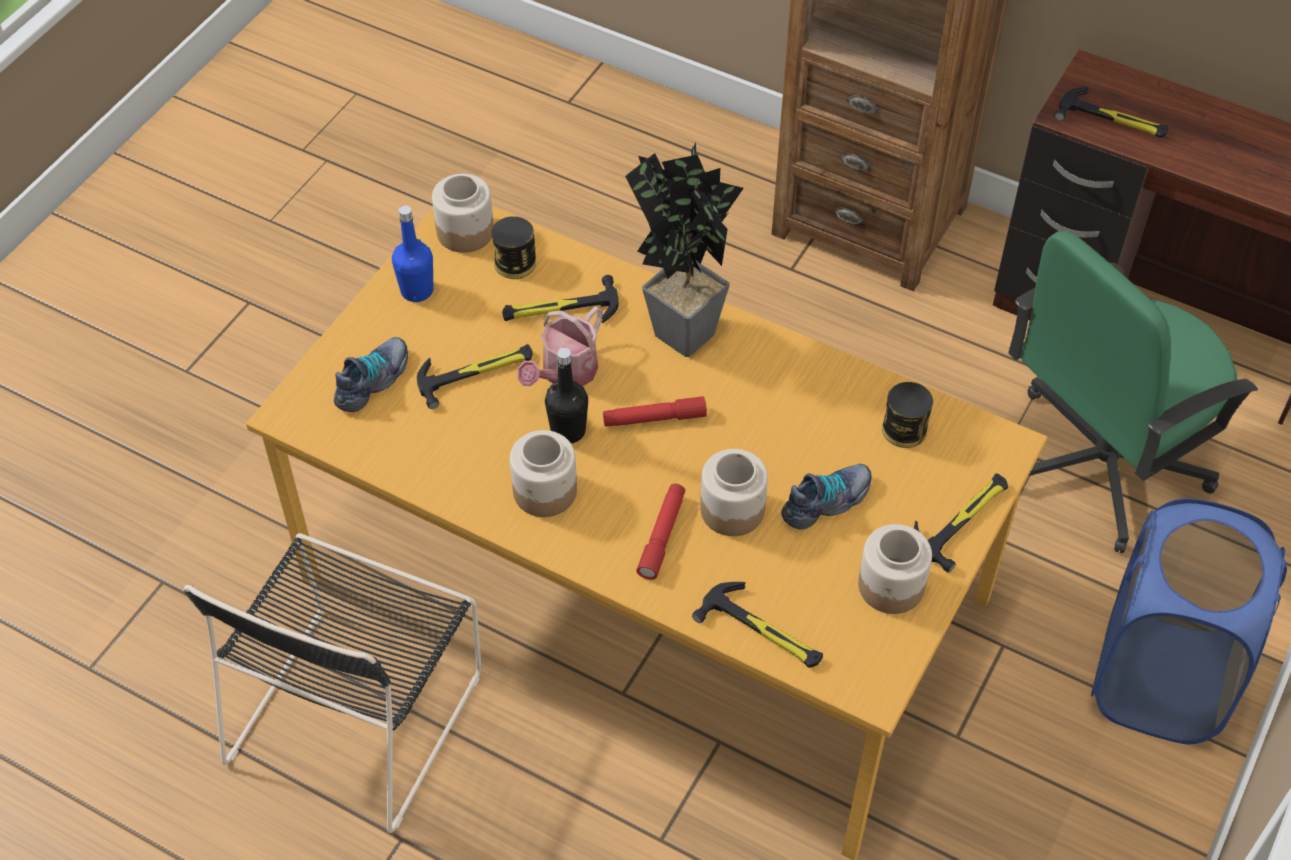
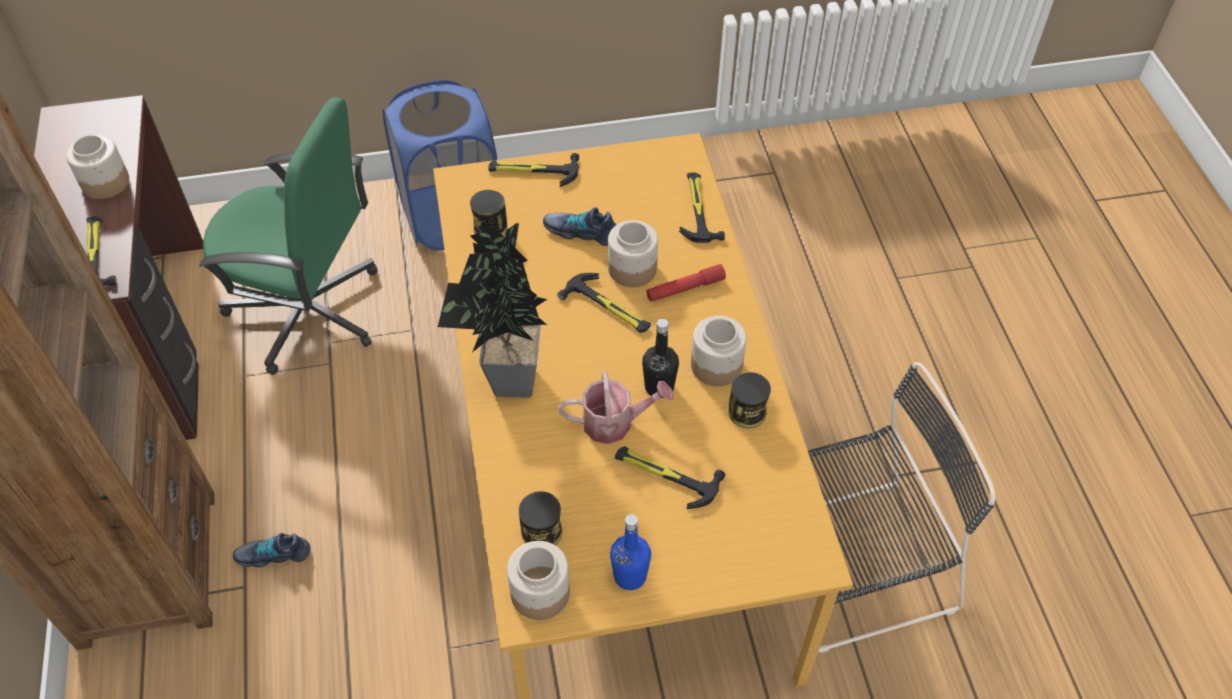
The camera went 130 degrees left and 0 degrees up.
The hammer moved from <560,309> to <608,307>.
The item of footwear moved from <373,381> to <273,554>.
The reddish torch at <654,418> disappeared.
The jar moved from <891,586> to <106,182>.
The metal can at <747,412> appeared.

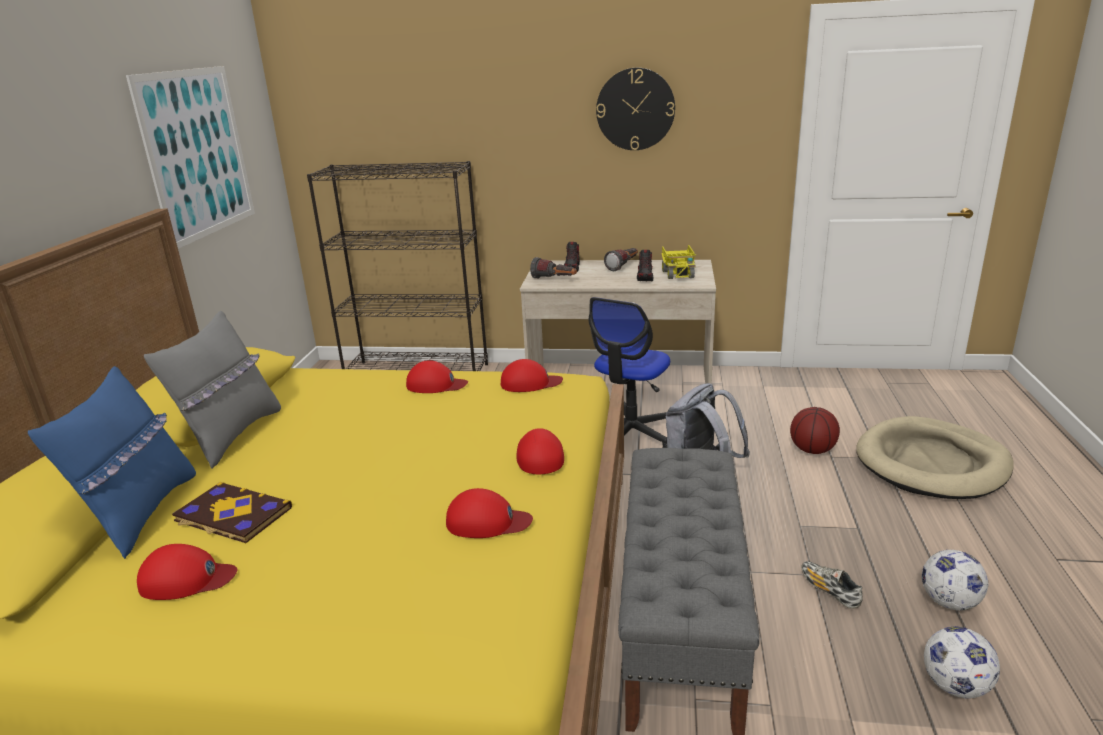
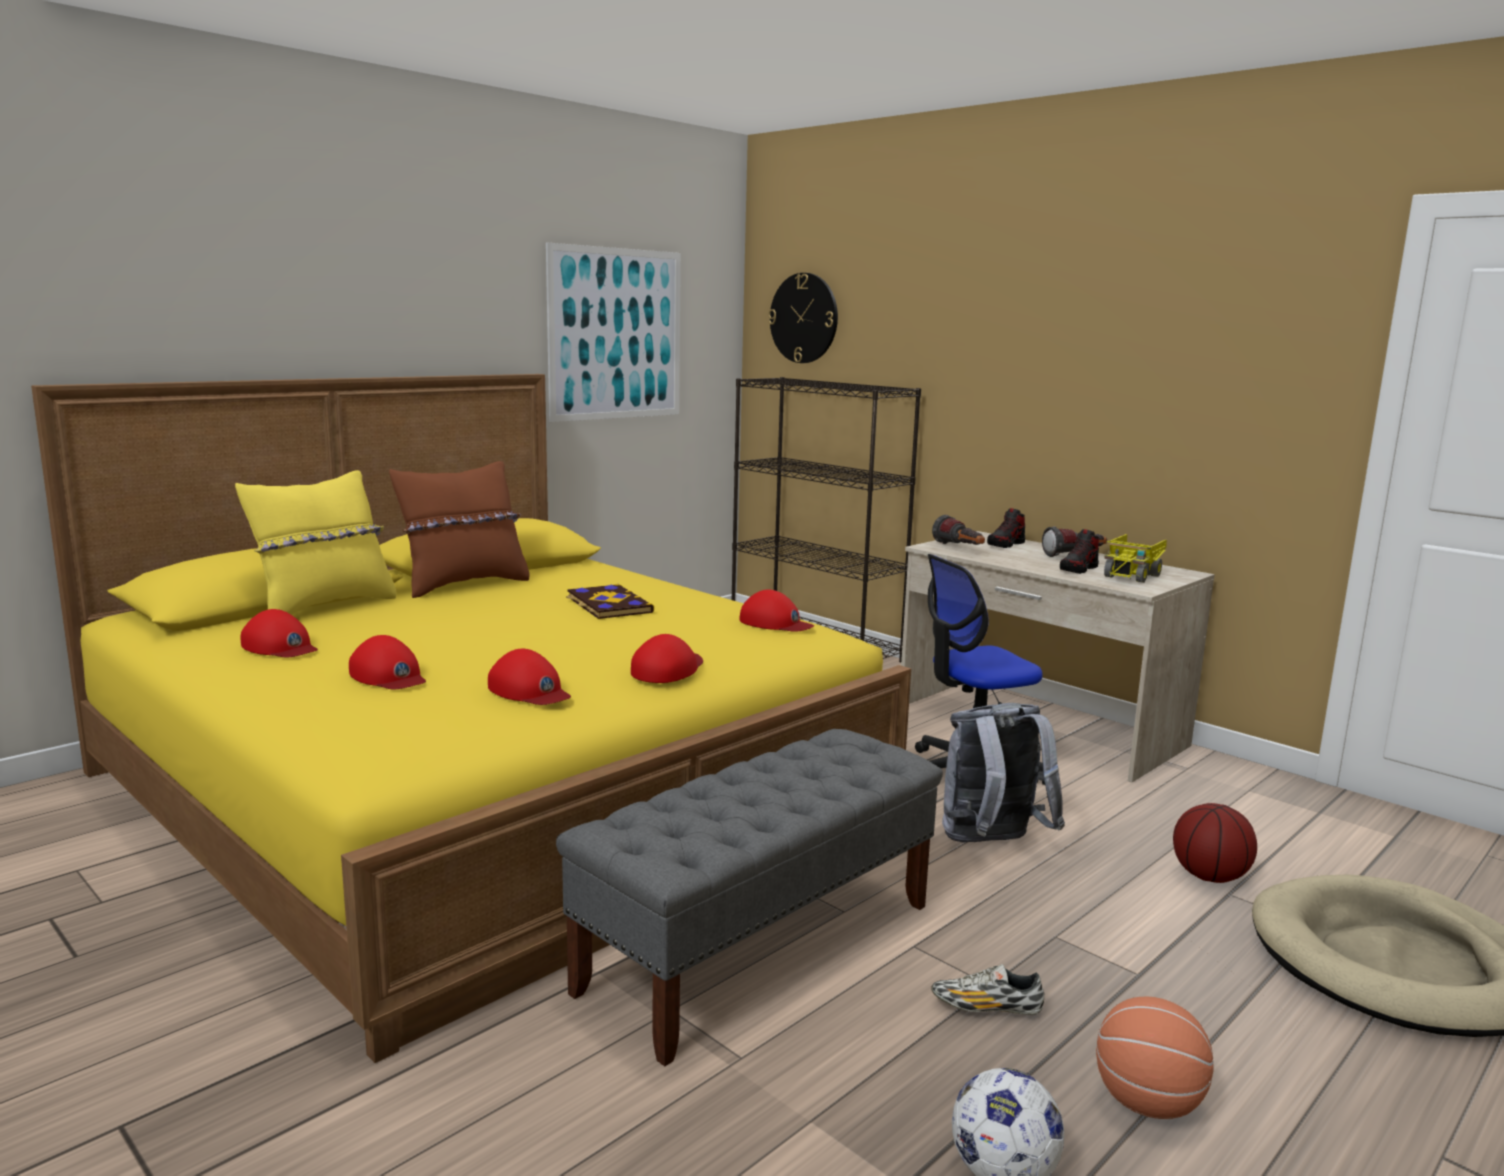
The camera went 35 degrees right and 10 degrees down.
The hanging clock moved from <635,109> to <804,318>.
The gray cushion at <232,436> became the brownish cushion at <464,585>.
The reddish cap moved from <436,385> to <389,676>.
The bluish cushion at <141,513> became the yellowish cushion at <324,607>.
The bound book moved from <232,515> to <608,605>.
The football at <949,602> was replaced by the ball for basketball at <1148,1103>.
The item of footwear at <829,591> turned 90 degrees counterclockwise.

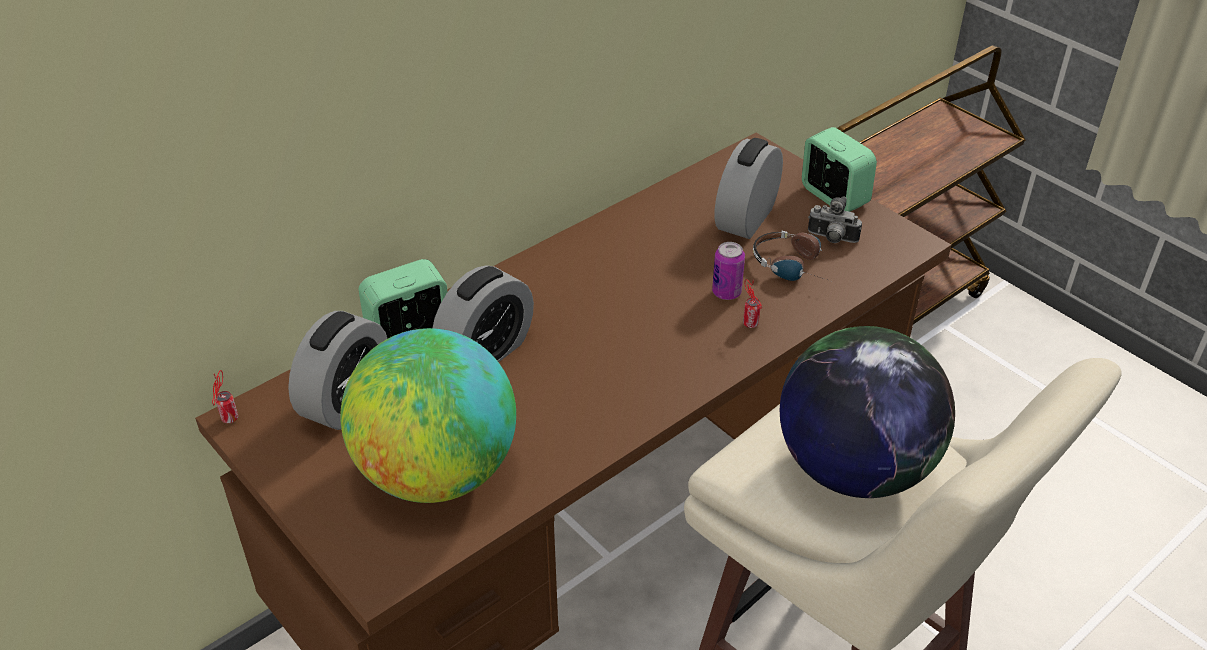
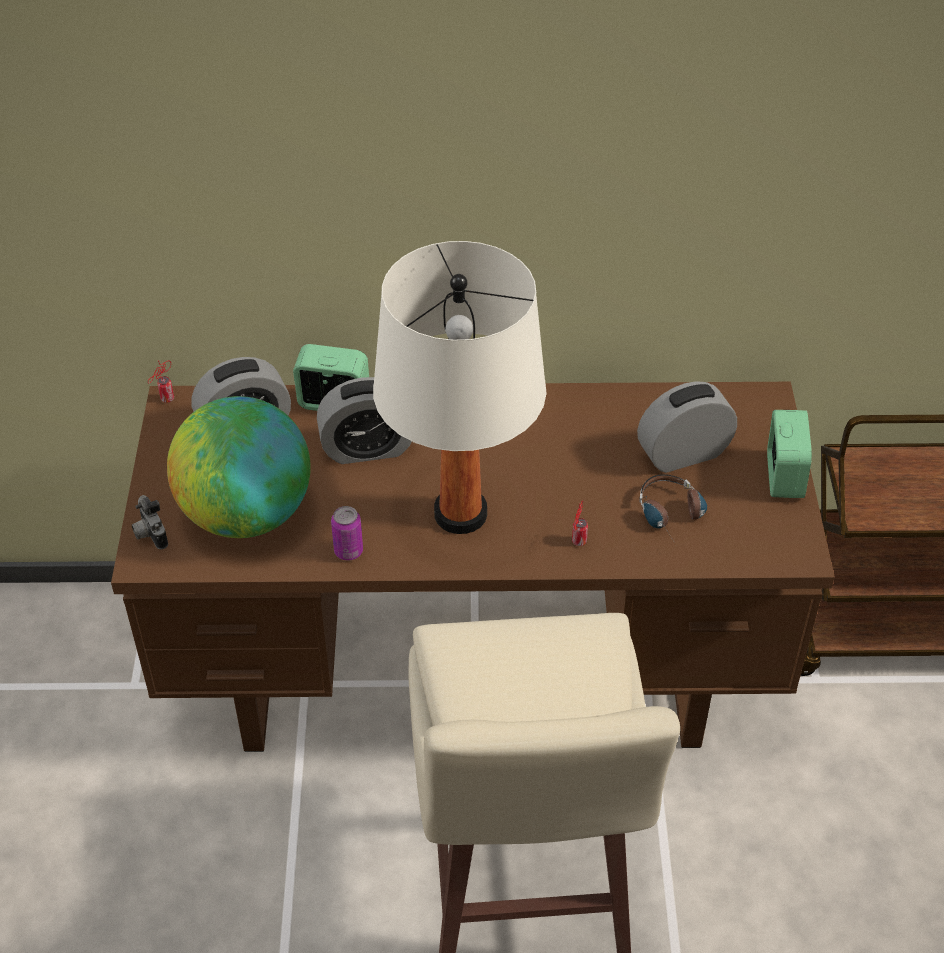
The camera went 40 degrees right and 5 degrees up.
The still camera moved from <831,239> to <149,534>.
The metal can moved from <726,292> to <348,551>.
The world globe at <853,468> disappeared.
The white tabletop lamp at <460,513> appeared.

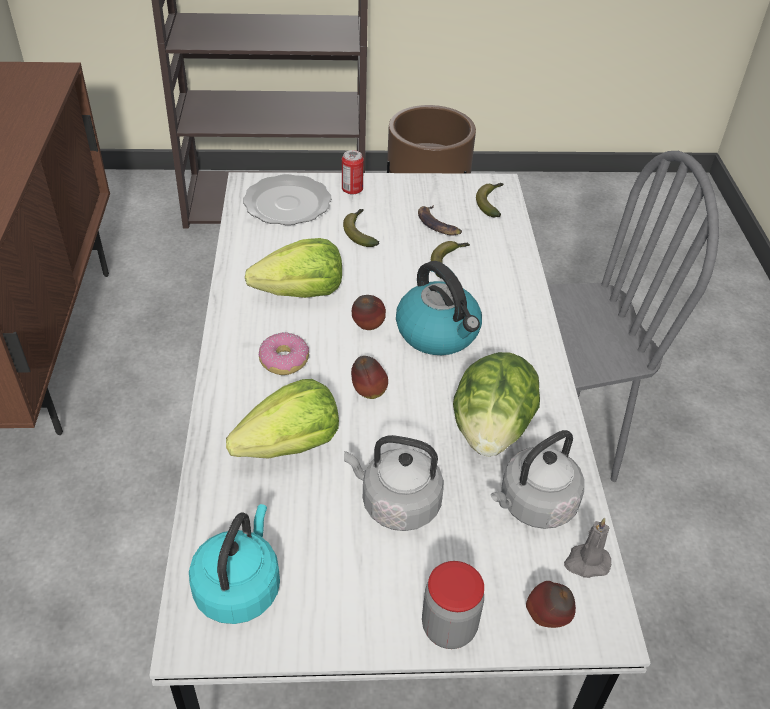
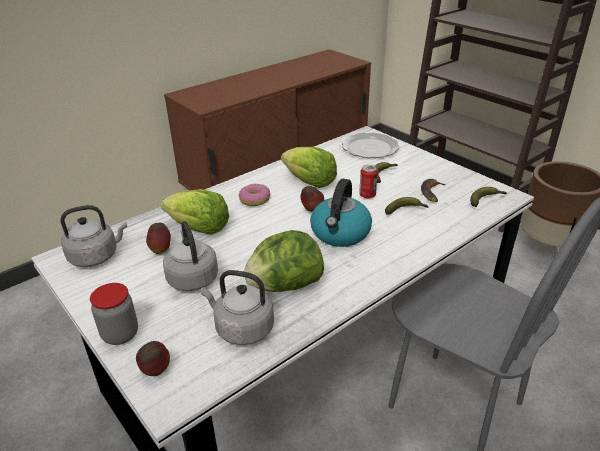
The camera went 55 degrees right and 10 degrees down.
The metal can moved from <352,190> to <367,195>.
The apple fruit moved from <368,392> to <161,250>.
The turquoise kettle at <239,587> became the gray kettle at <96,256>.
The gray wax light at <586,562> disappeared.

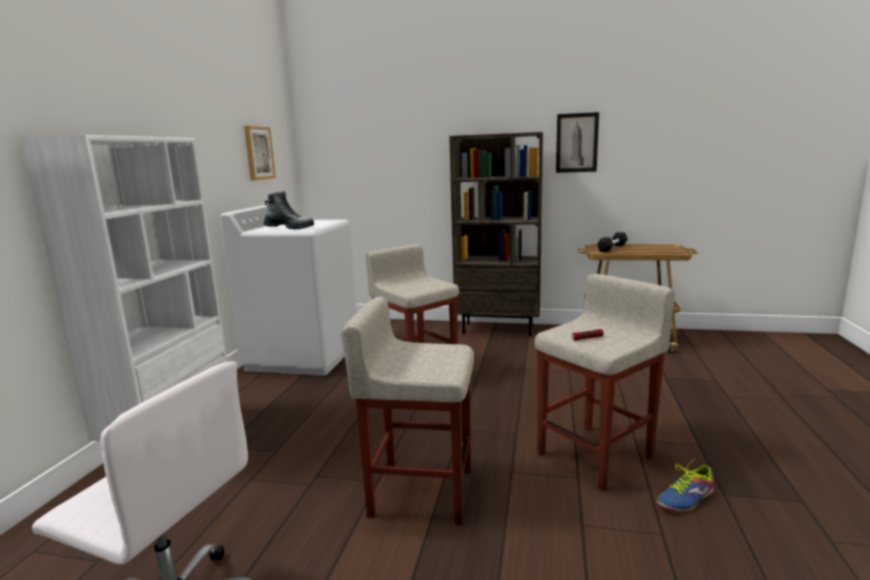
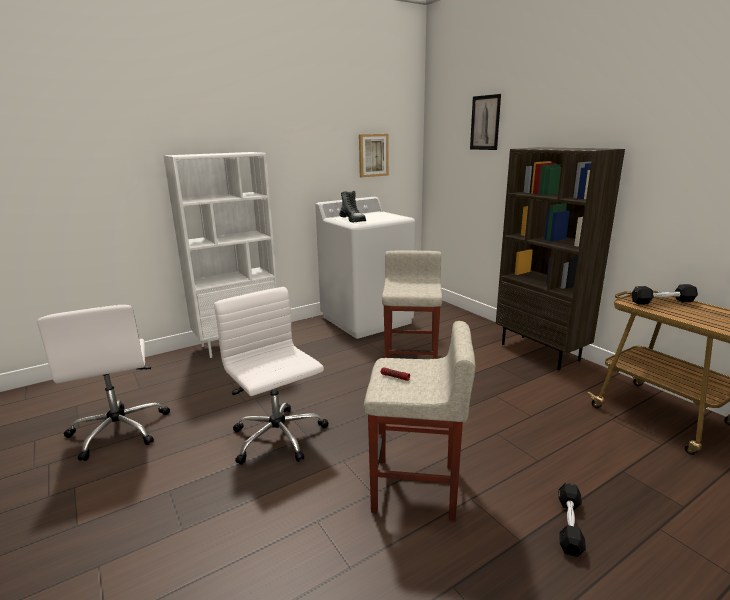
The camera went 45 degrees right and 5 degrees up.
The wall picture moved from <576,143> to <485,122>.
The beige-coloured sitting stool at <420,492> was replaced by the white desk chair at <279,438>.
The item of footwear at <686,498> disappeared.
The black free weight at <569,525> appeared.

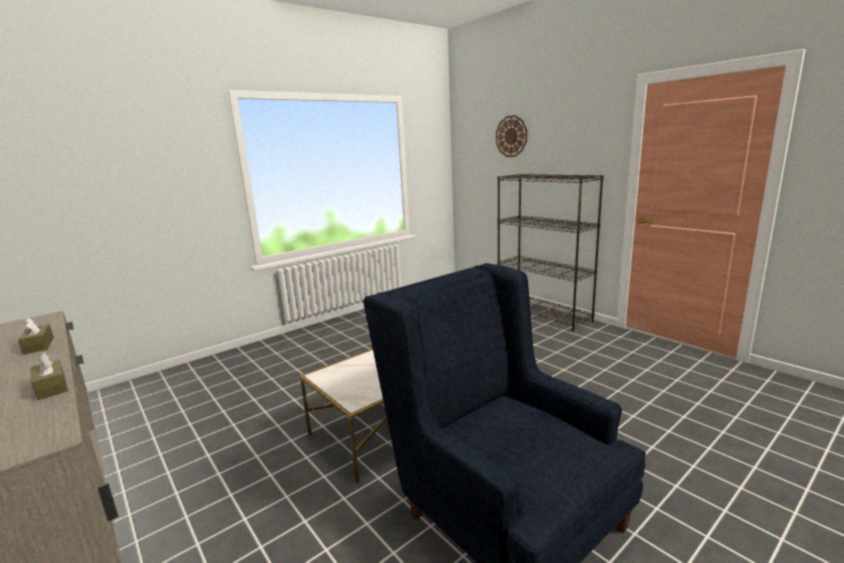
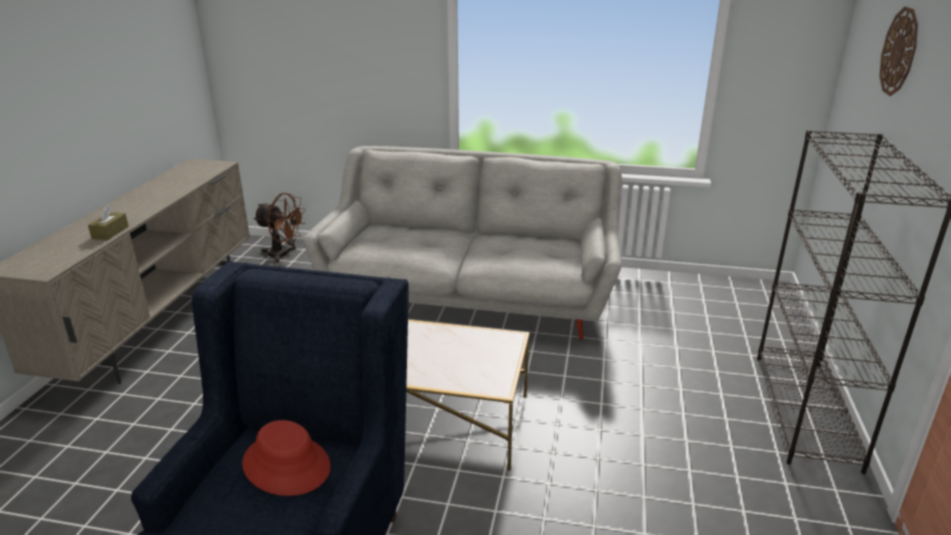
The camera went 50 degrees right and 10 degrees up.
The brownish tissue holder at <39,345> disappeared.
The gray couch at <470,298> appeared.
The brownish cooling fan at <283,255> appeared.
The reddish clothing hat at <287,465> appeared.

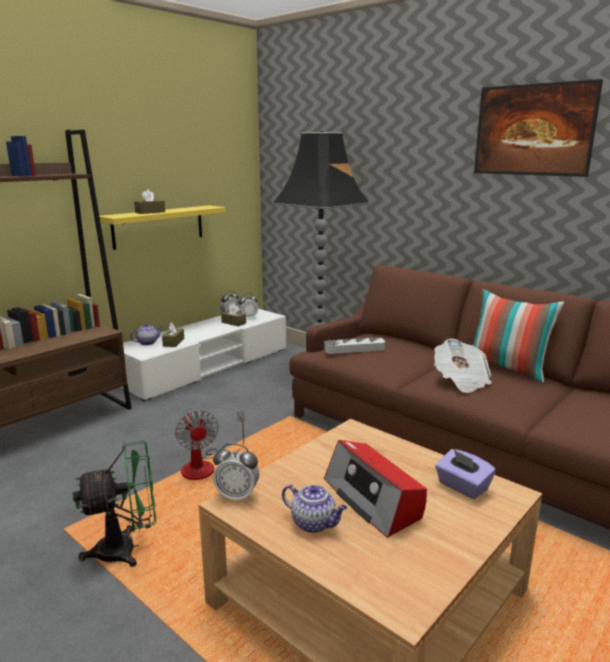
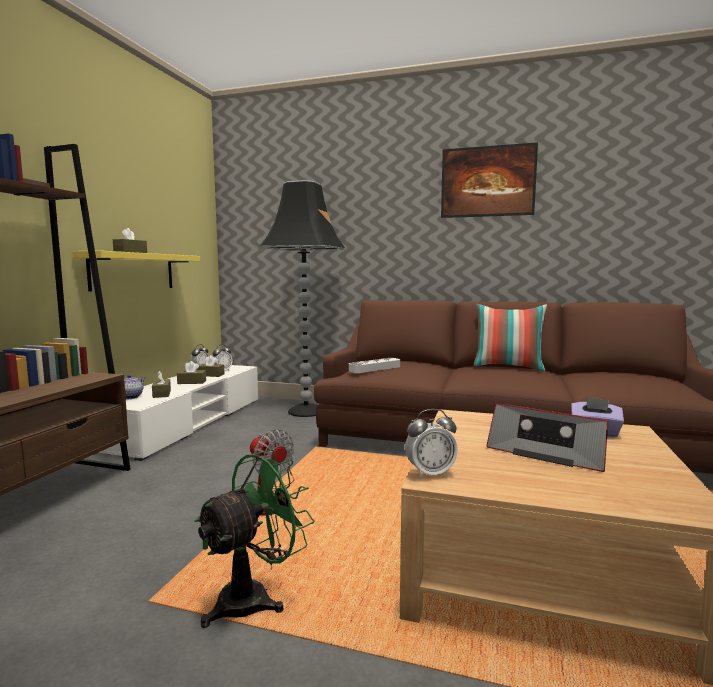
The camera went 25 degrees left and 10 degrees down.
The newspaper at <461,380> disappeared.
The pot for tea at <314,523> disappeared.
The brownish tissue holder at <191,382> appeared.

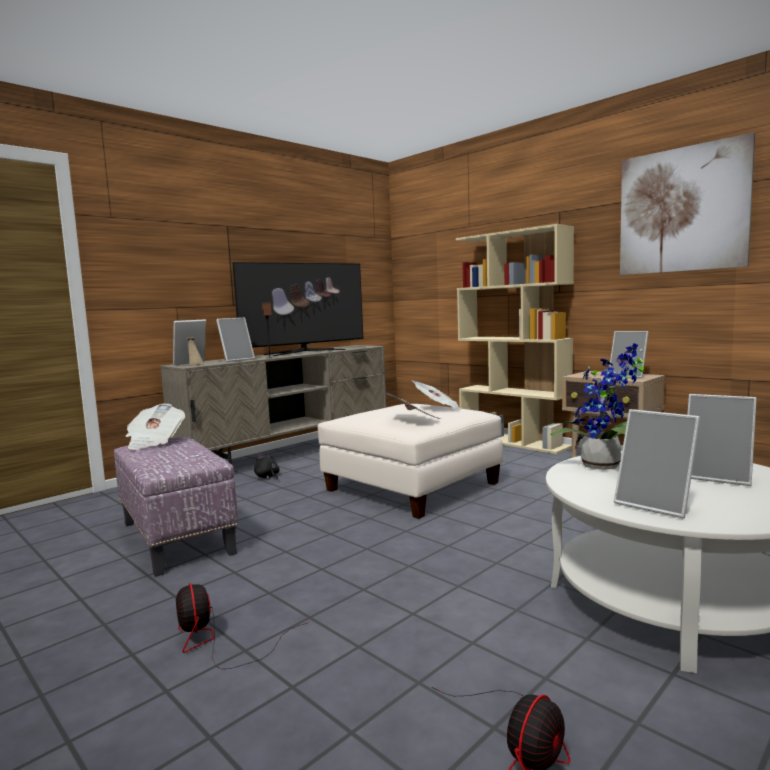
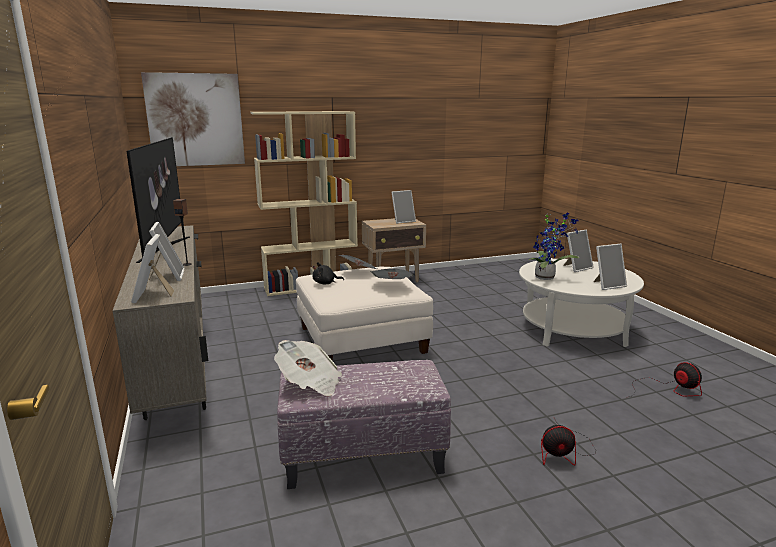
The camera went 65 degrees left and 10 degrees up.
The wall picture moved from <682,210> to <195,120>.
The black soft toy moved from <267,477> to <325,283>.

